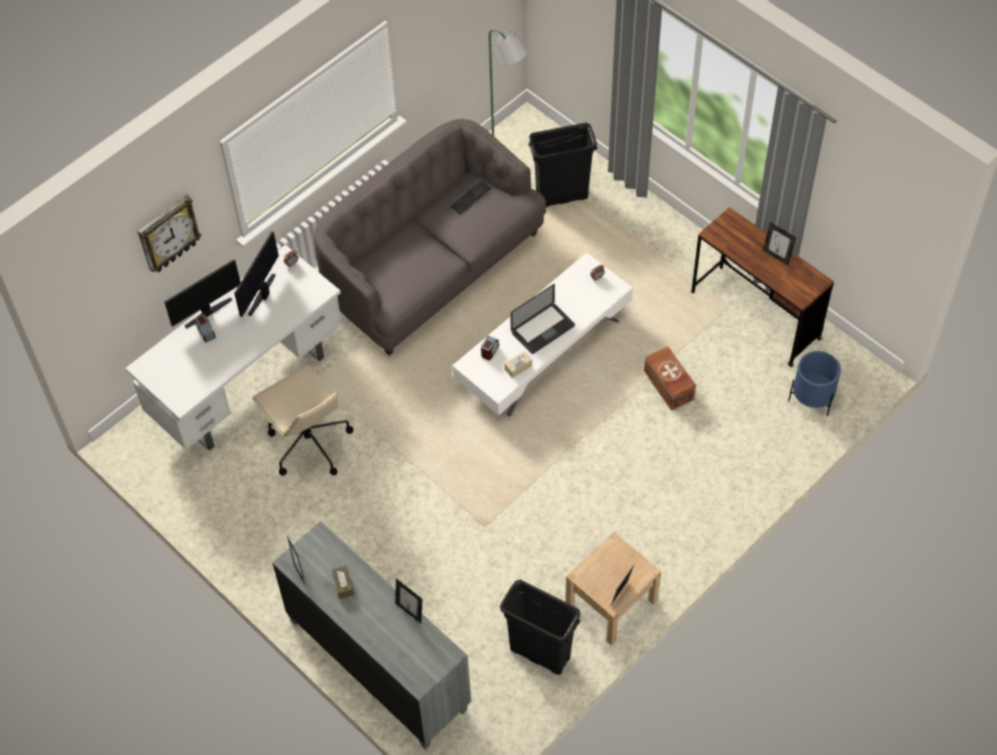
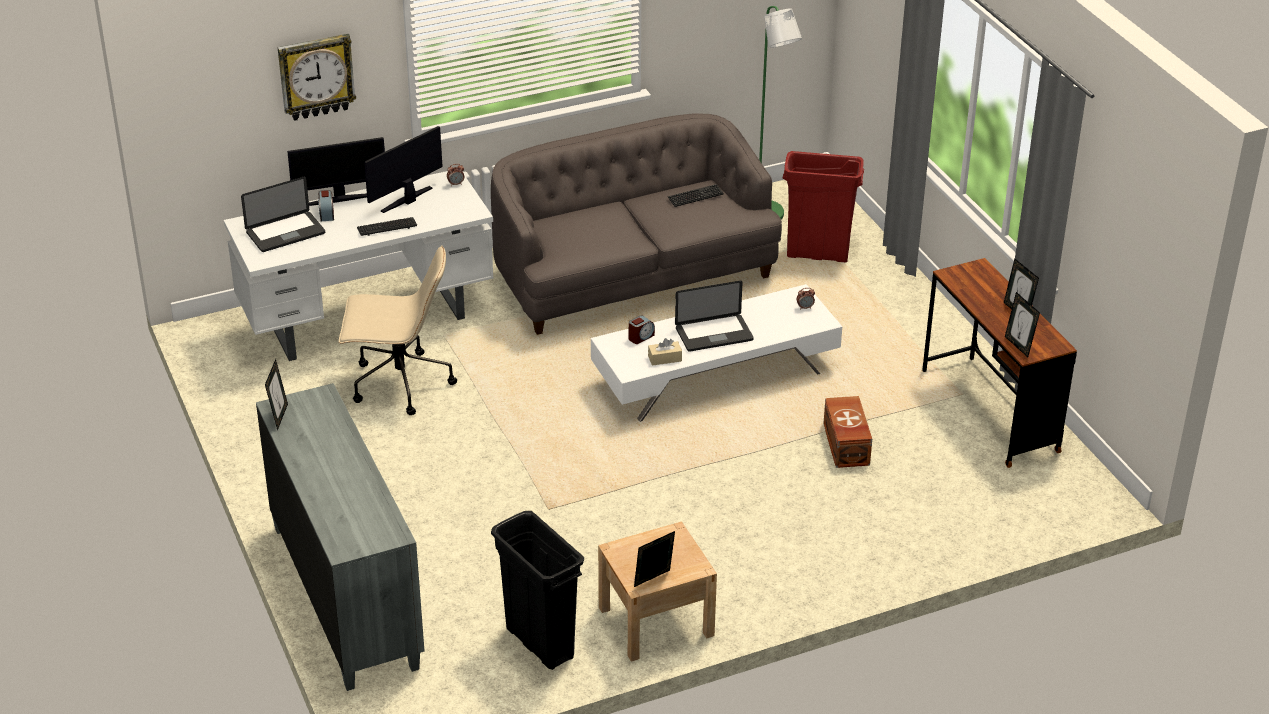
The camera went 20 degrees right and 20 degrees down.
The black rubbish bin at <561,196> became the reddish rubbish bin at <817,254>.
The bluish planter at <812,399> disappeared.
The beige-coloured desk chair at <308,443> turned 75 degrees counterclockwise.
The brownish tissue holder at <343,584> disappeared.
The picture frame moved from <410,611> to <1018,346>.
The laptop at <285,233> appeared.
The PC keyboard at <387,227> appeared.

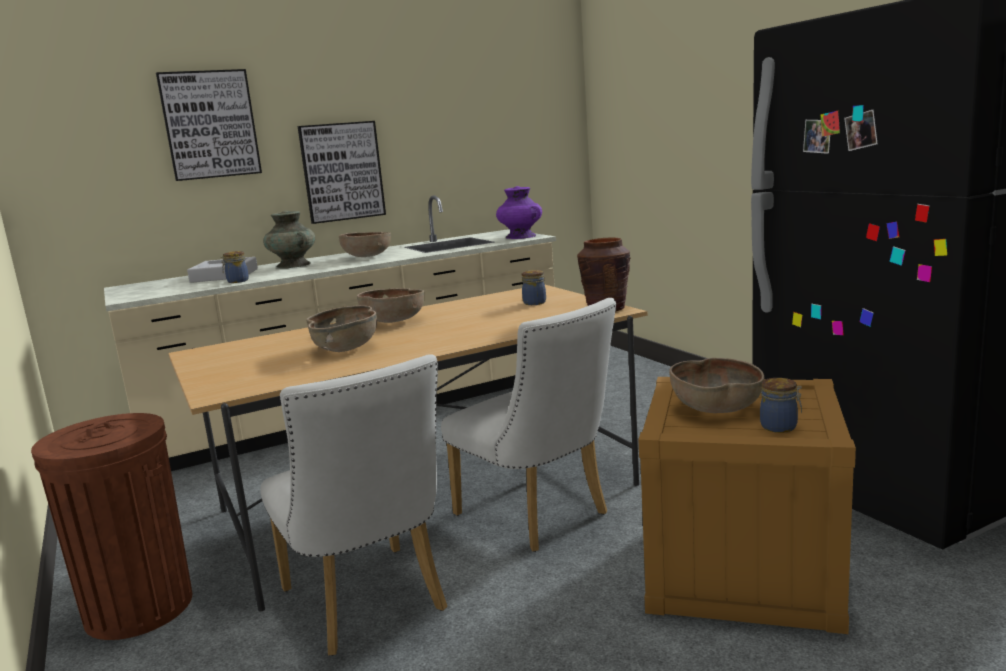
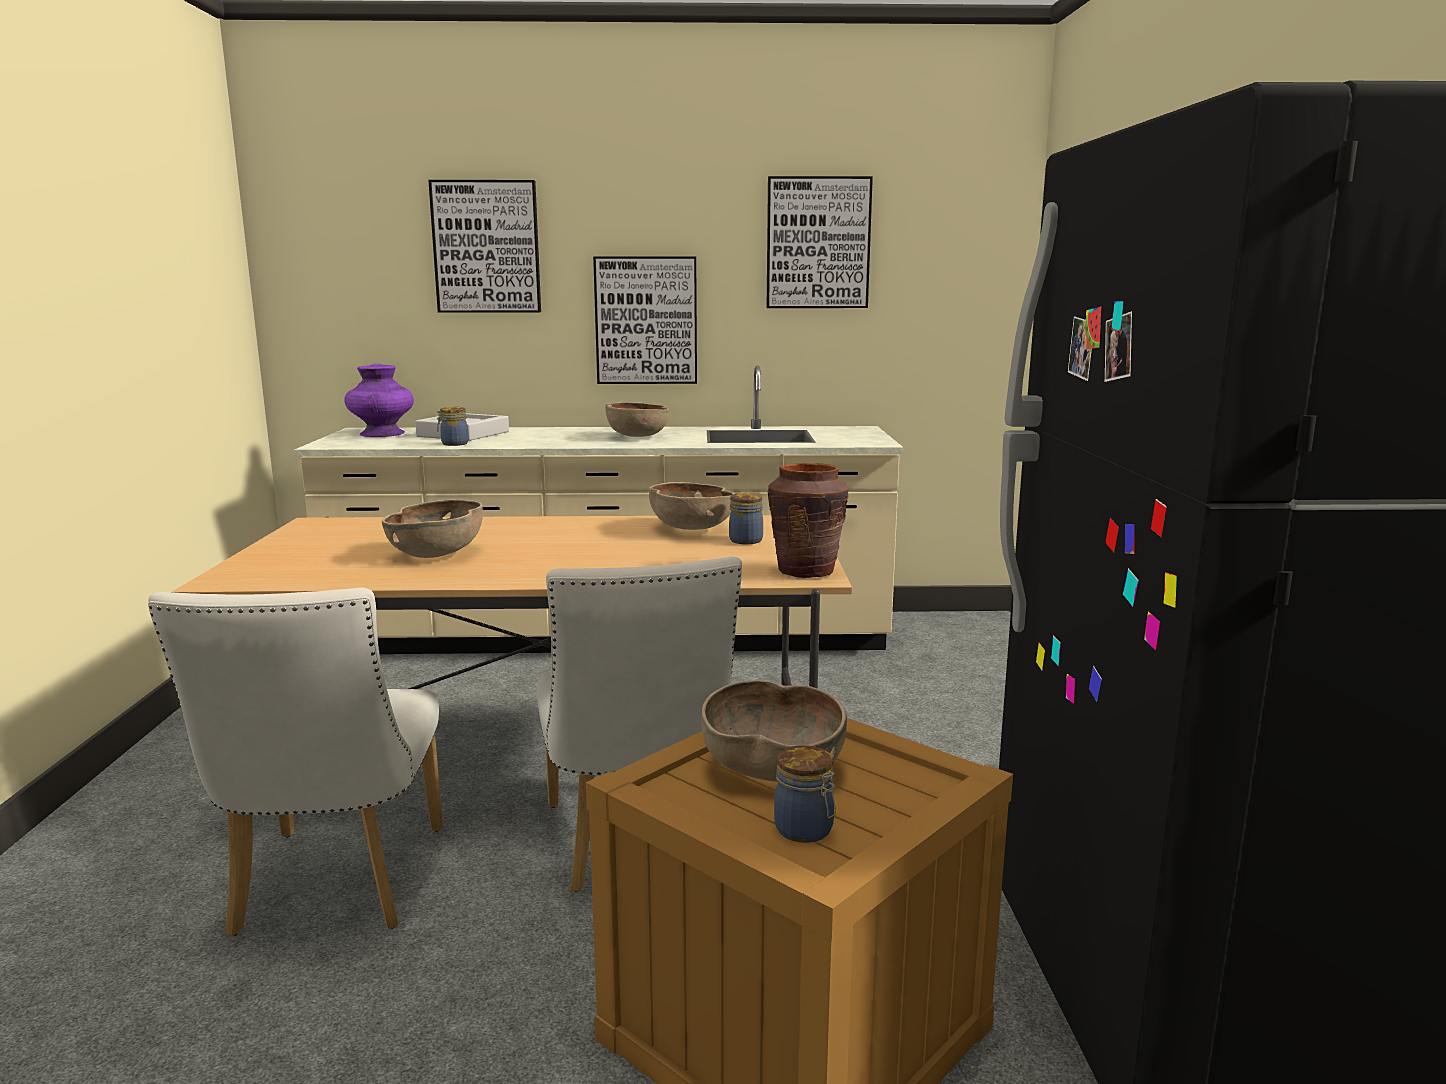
The camera went 25 degrees right and 0 degrees up.
The purple flower vase moved from <521,236> to <382,433>.
The turquoise flower vase at <293,265> disappeared.
The brownish serving bowl moved from <392,322> to <690,529>.
The brownish rubbish bin at <139,608> disappeared.
The wall picture at <818,243> appeared.

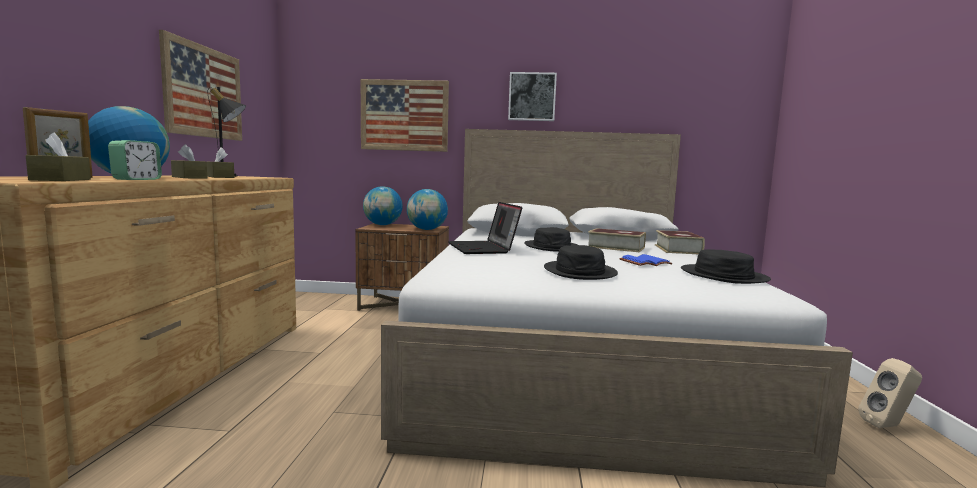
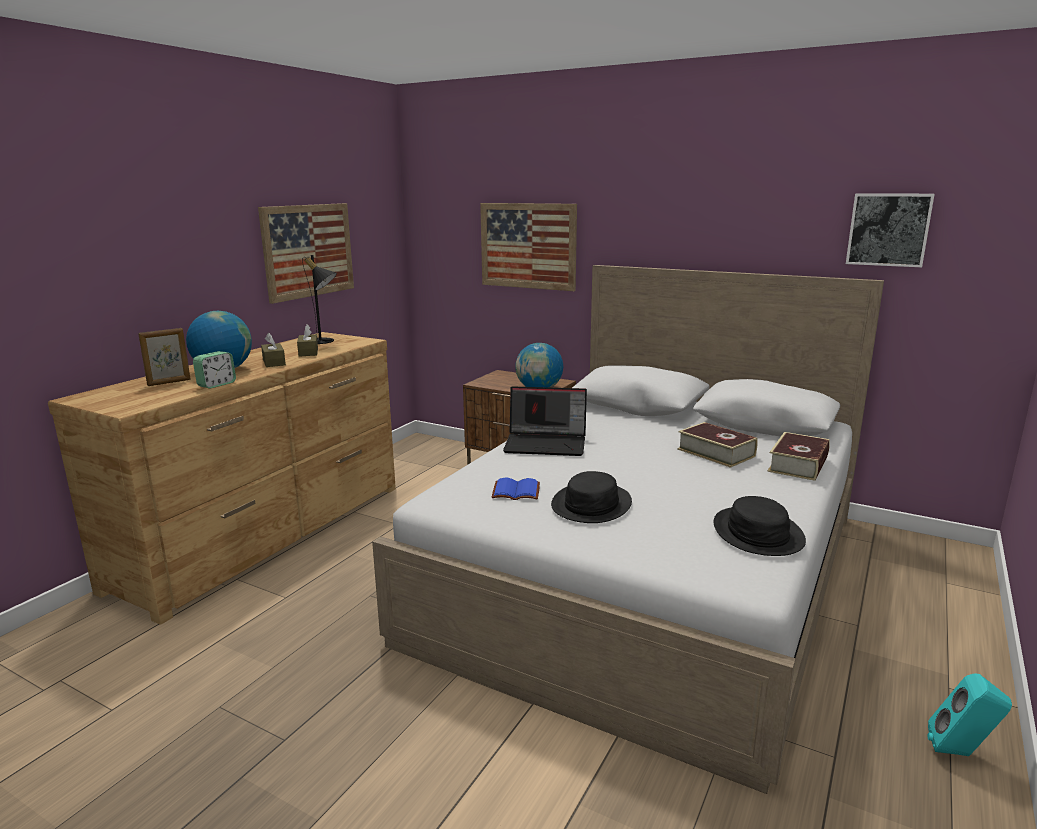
The camera went 25 degrees right and 10 degrees up.
The wall picture moved from <532,97> to <888,229>.
The brownish tissue holder at <61,180> disappeared.
The world globe at <383,225> disappeared.
The laptop at <483,248> turned 90 degrees counterclockwise.
The black clothing hat at <552,247> disappeared.
The bluish bound book moved from <645,263> to <515,492>.
The beige-coloured speaker at <888,426> became the turquoise speaker at <960,753>.

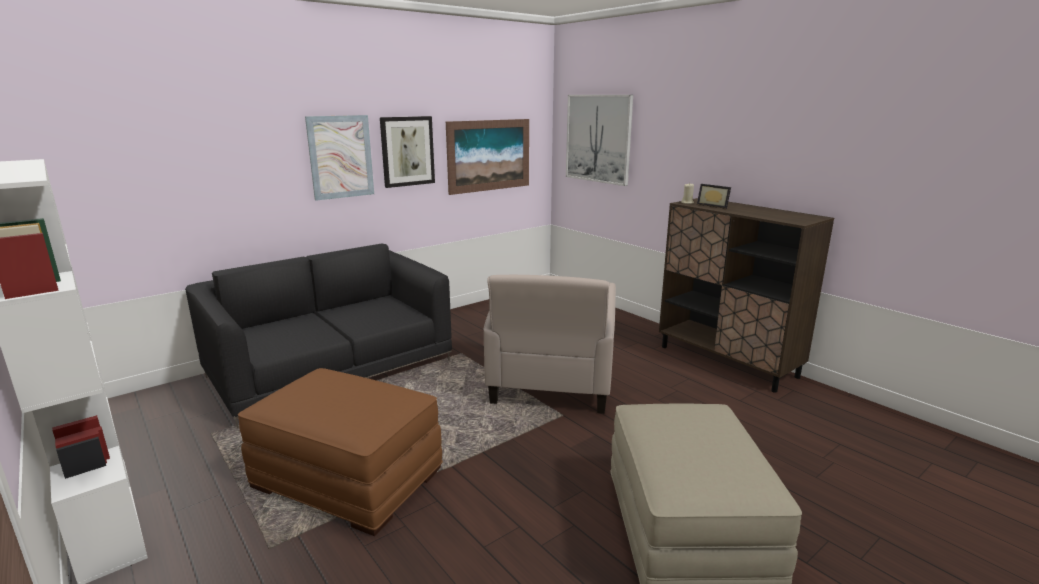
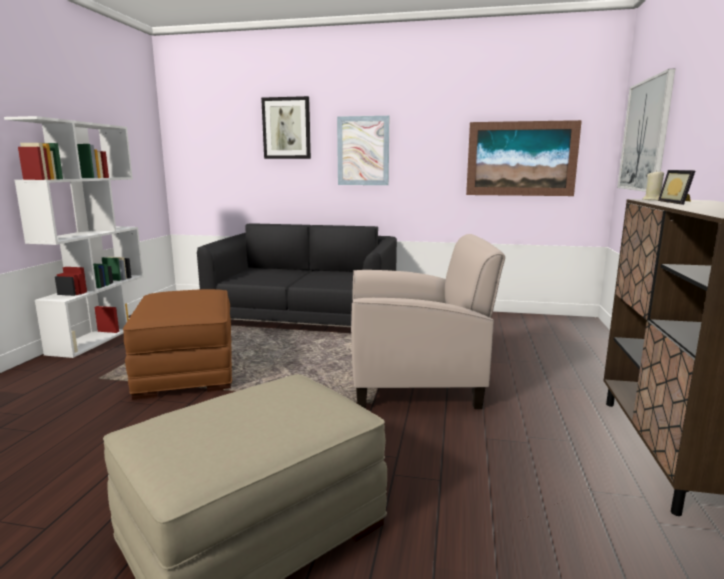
The camera went 50 degrees right and 5 degrees down.
The wall picture moved from <407,151> to <286,128>.
The beige-coloured easy chair at <551,384> turned 150 degrees counterclockwise.

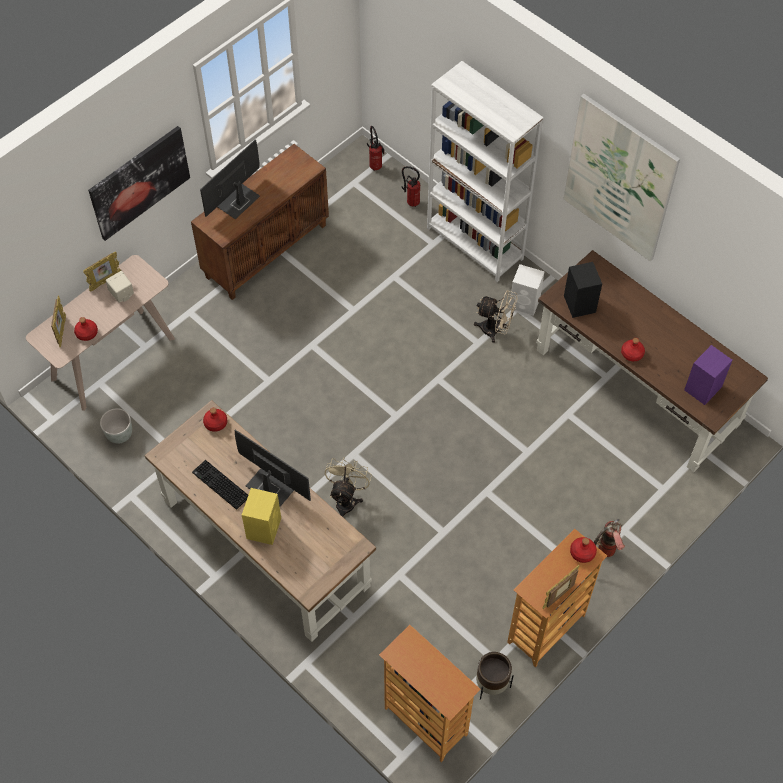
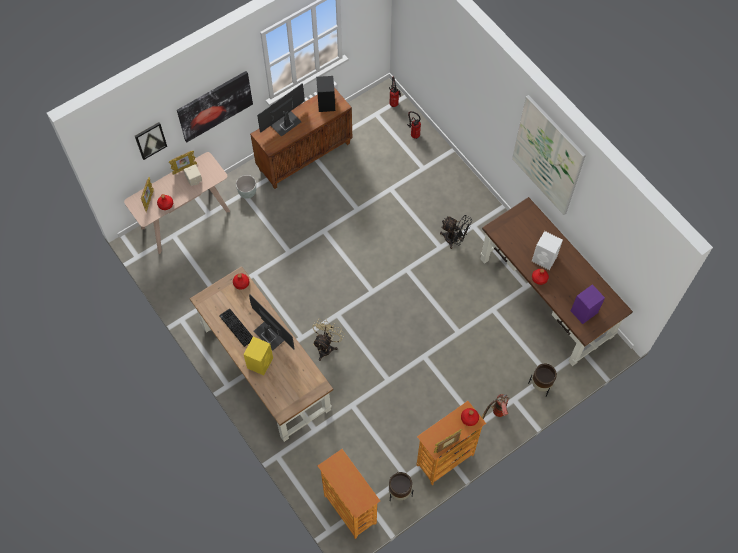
The camera went 10 degrees right and 5 degrees up.
The white bookcase at <475,243> disappeared.
The black speaker moved from <580,304> to <326,104>.
The white speaker moved from <525,303> to <545,259>.
The beige-coloured cooling fan at <495,330> became the black cooling fan at <454,240>.
The gray planter moved from <120,434> to <247,192>.
The wall picture at <150,140> appeared.
The brownish planter at <541,385> appeared.

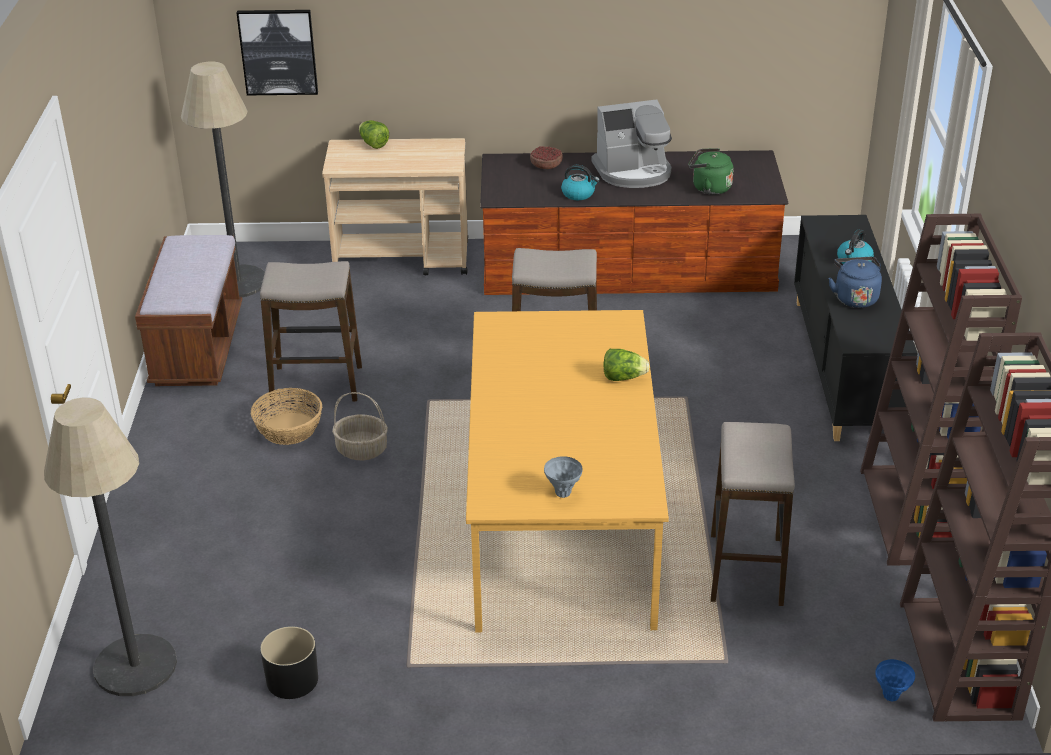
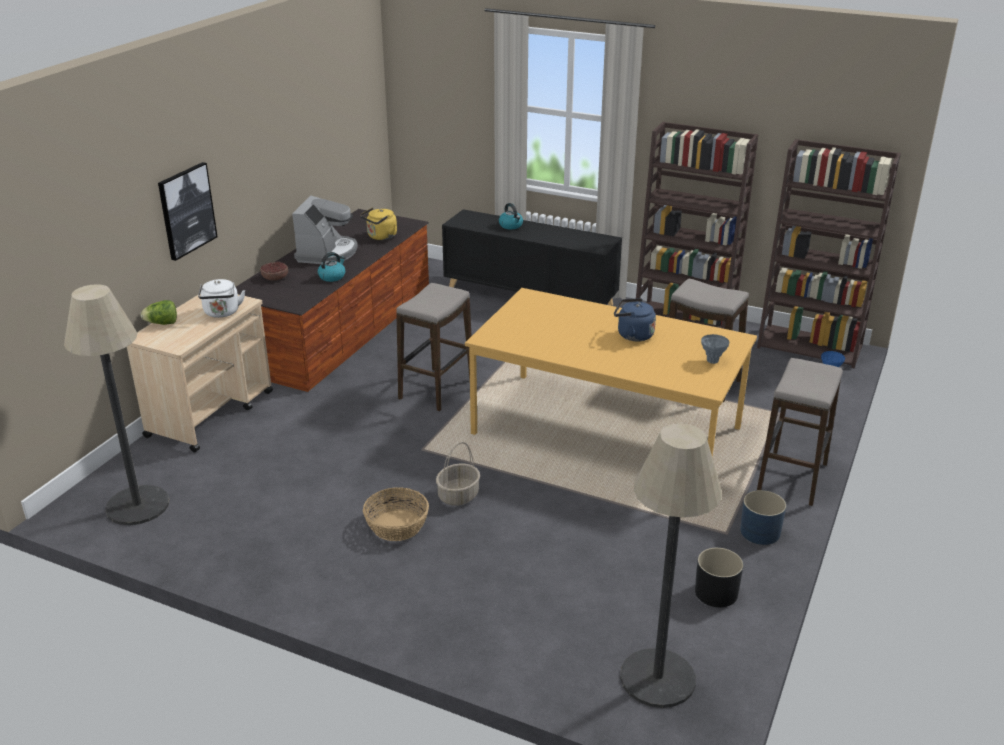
The camera went 65 degrees left and 5 degrees down.
The wall picture moved from <278,51> to <186,210>.
The greenish kettle at <709,188> became the yellowish kettle at <380,237>.
The brownish indoor bench at <197,348> disappeared.
The bluish kettle moved from <854,297> to <632,335>.
The sitting stool moved from <317,385> to <792,478>.
The lettuce at <623,377> disappeared.
The white kettle at <222,313> appeared.
The bluish planter at <760,532> appeared.

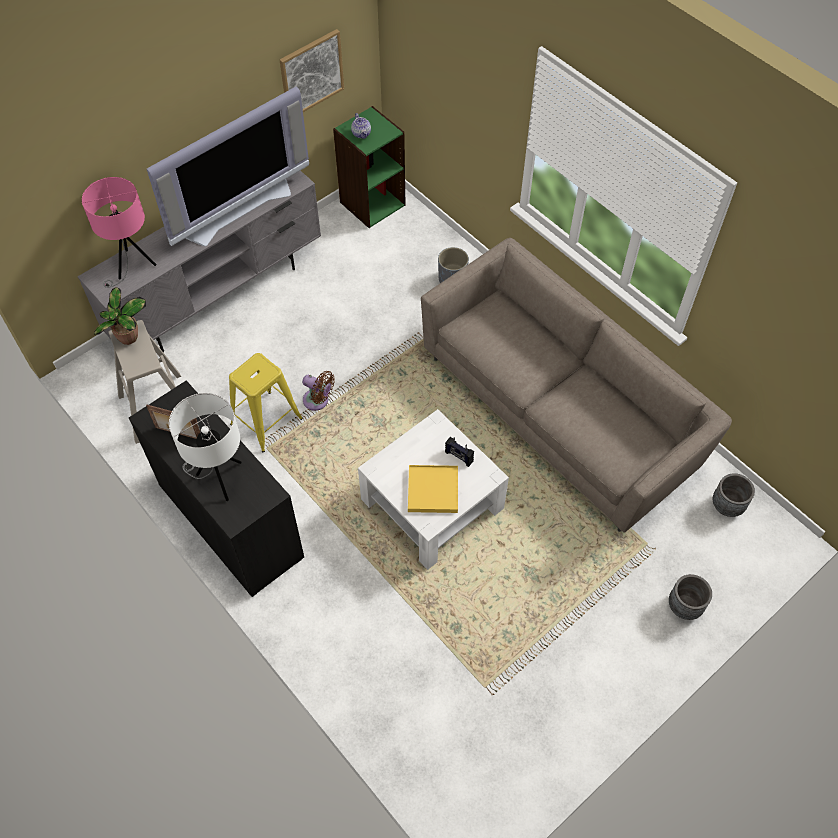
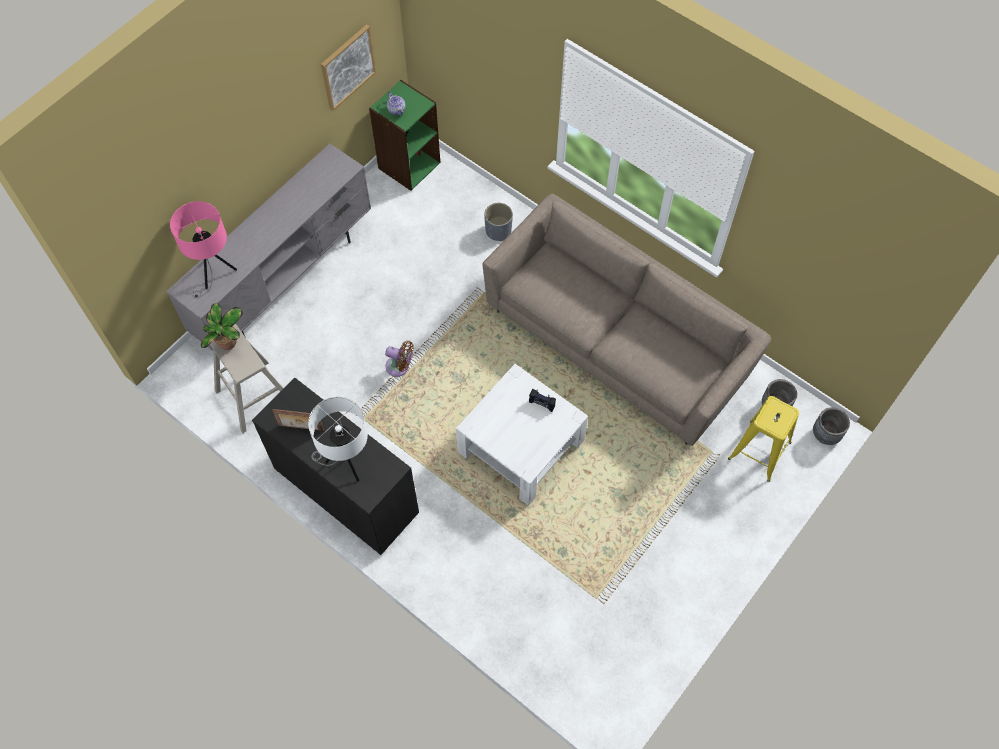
The camera went 10 degrees left and 5 degrees up.
The TV set at <238,209> disappeared.
The yellowish sitting stool moved from <266,421> to <759,450>.
The yellowish tray at <433,490> disappeared.
The gray planter moved from <684,606> to <826,434>.

